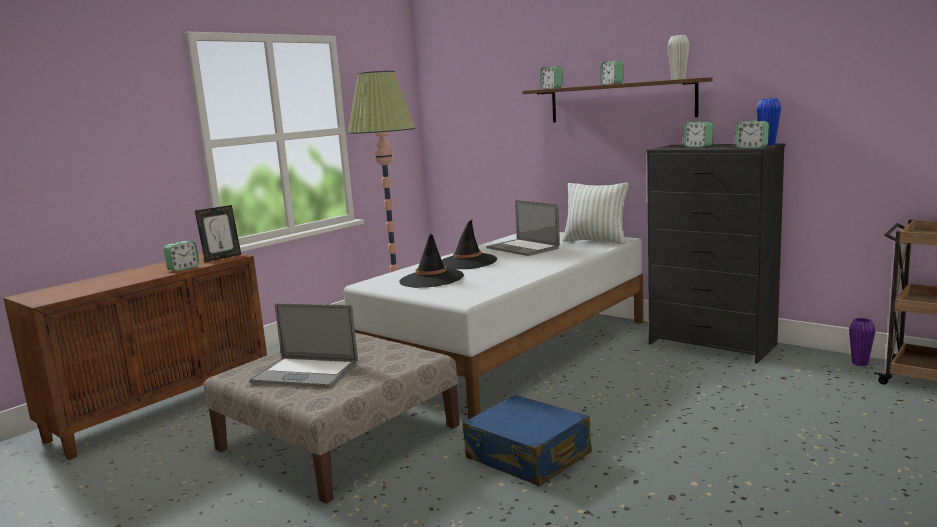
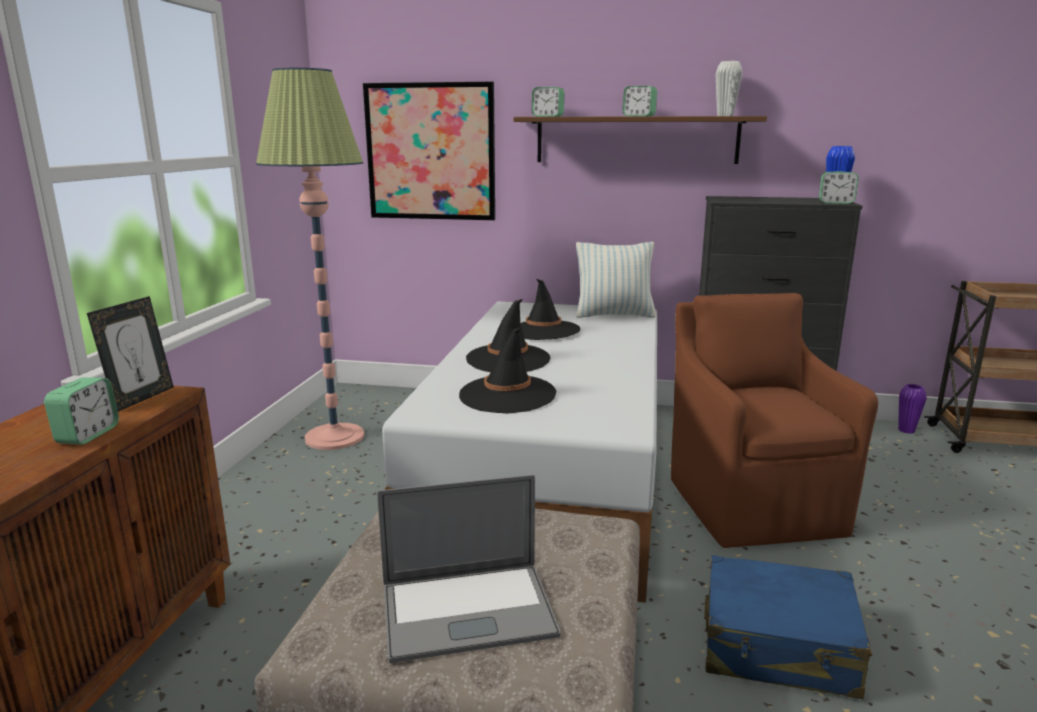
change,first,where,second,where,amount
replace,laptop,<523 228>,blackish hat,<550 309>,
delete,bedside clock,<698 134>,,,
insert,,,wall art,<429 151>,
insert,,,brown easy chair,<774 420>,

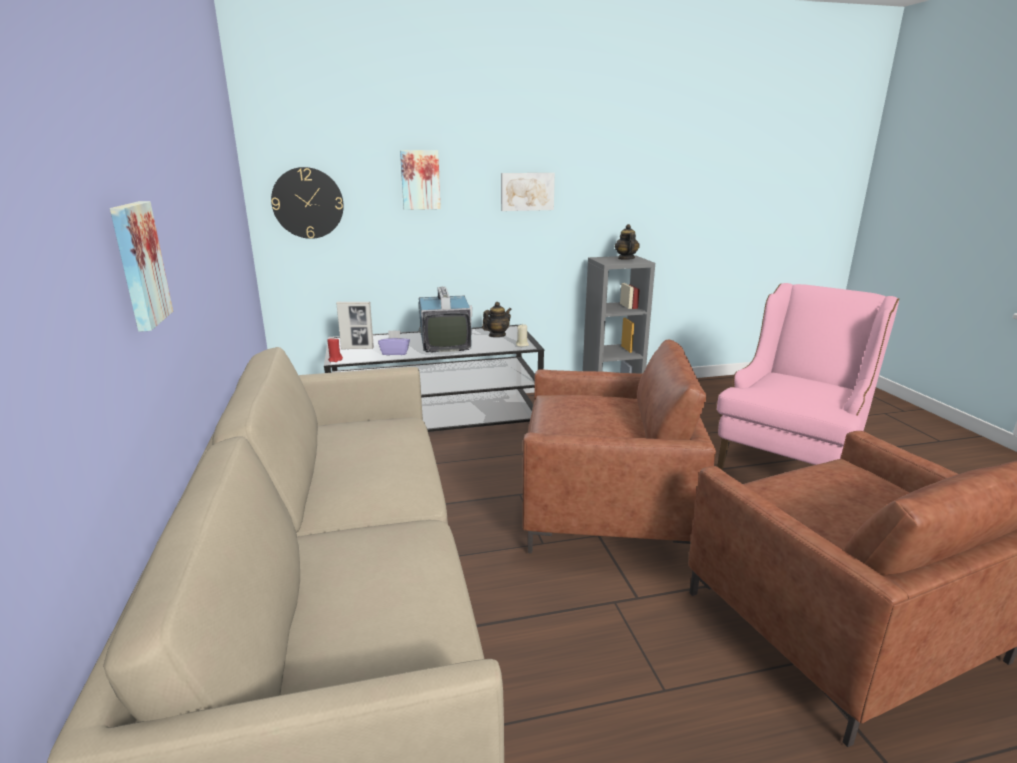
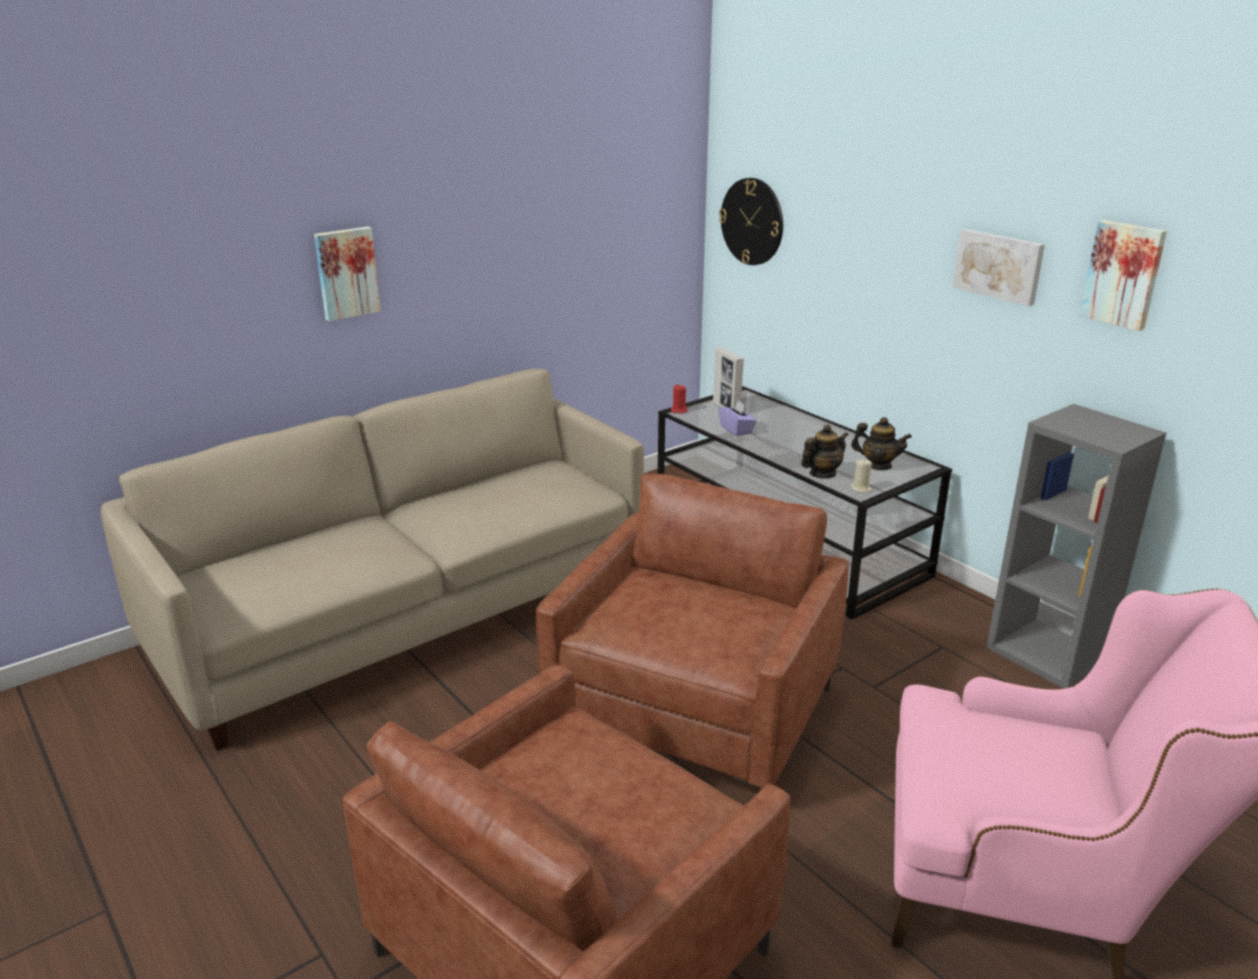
change,first,where,second,where,amount
move,wall art,<420 180>,,<1123 275>,
delete,TV,<445 319>,,,
rotate,brown easy chair,<619 446>,,<692 631>,135 degrees counterclockwise
move,pot for tea,<627 242>,,<825 451>,

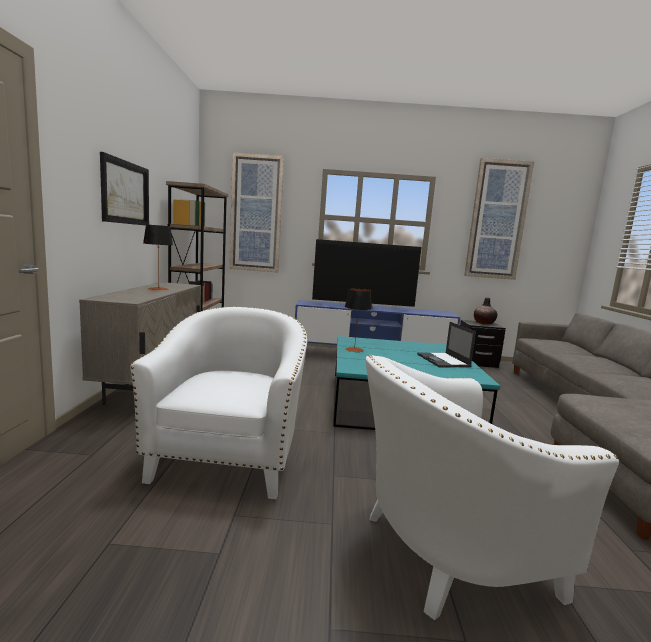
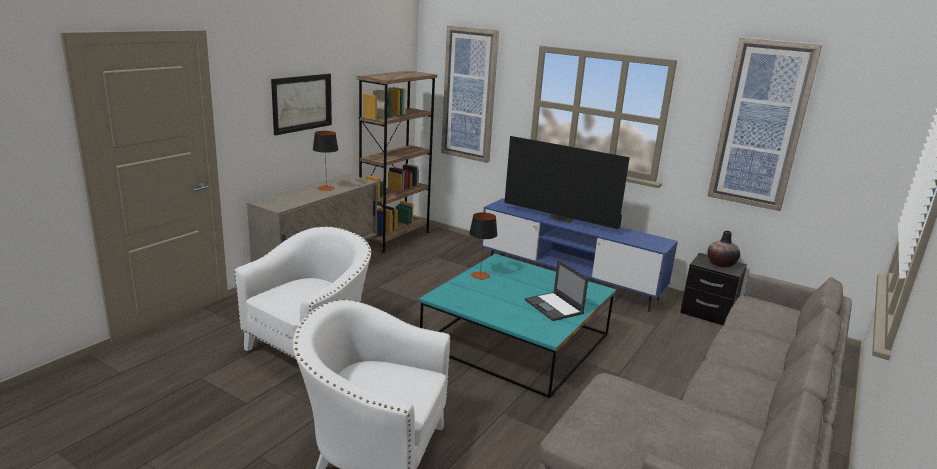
change,first,where,second,where,amount
rotate,laptop,<446 345>,,<556 290>,45 degrees counterclockwise

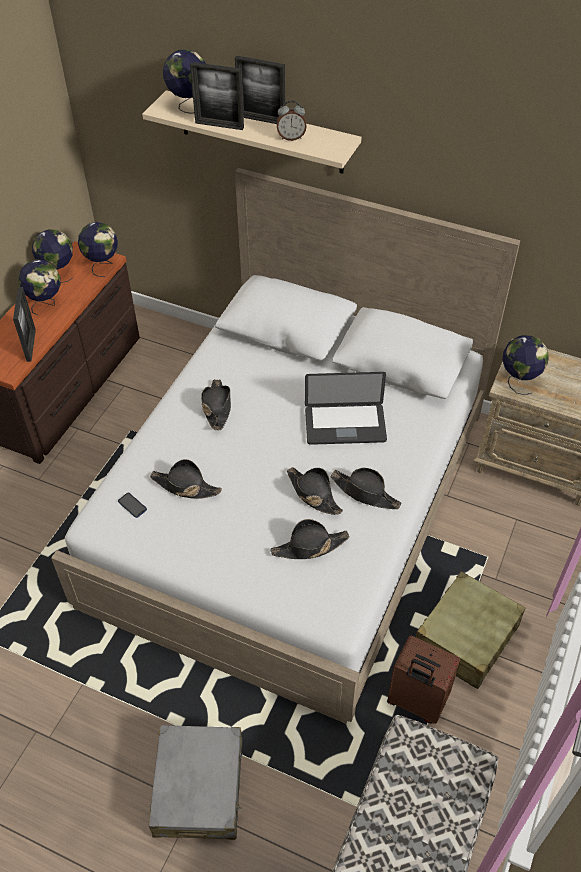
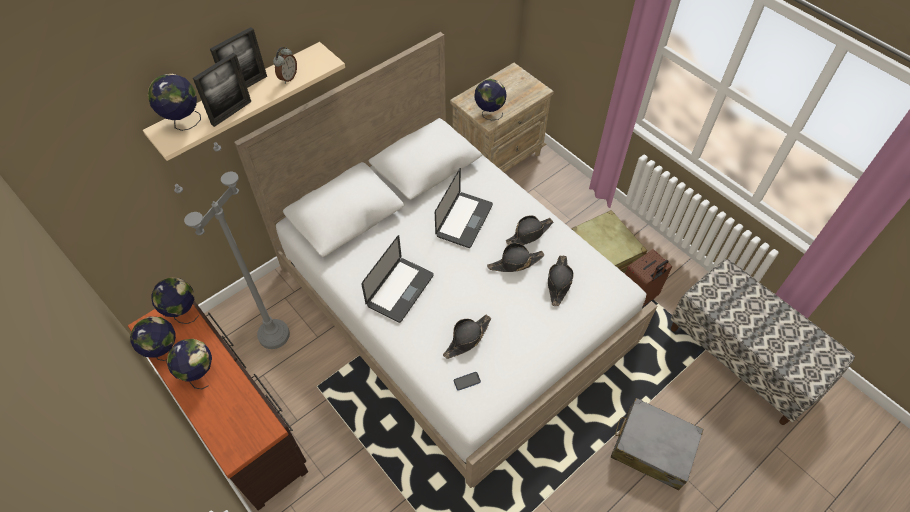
change,first,where,second,where,amount
delete,standing frame,<24 324>,,,
replace,blackish hat,<216 404>,laptop,<397 279>,
insert,,,grey standing lamp,<232 245>,

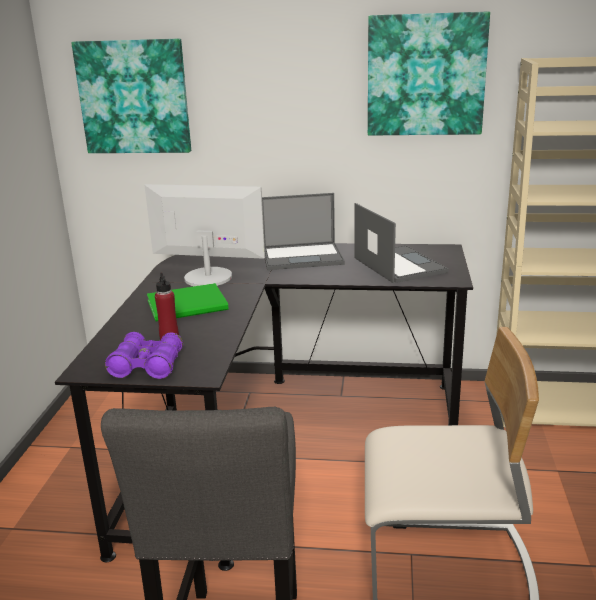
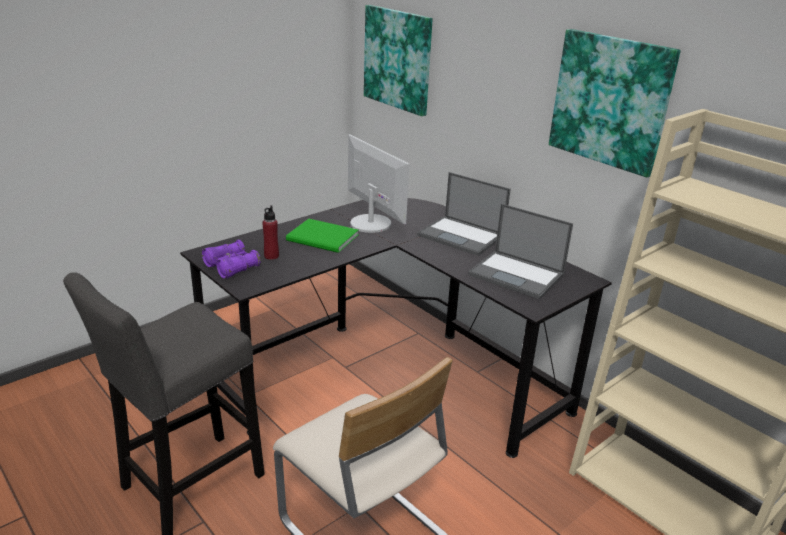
change,first,where,second,where,amount
rotate,laptop,<402 243>,,<520 251>,105 degrees clockwise

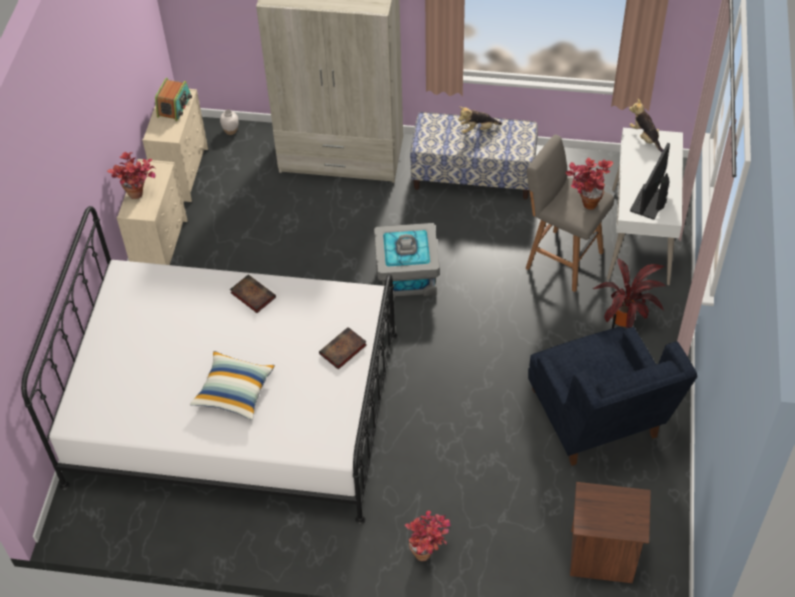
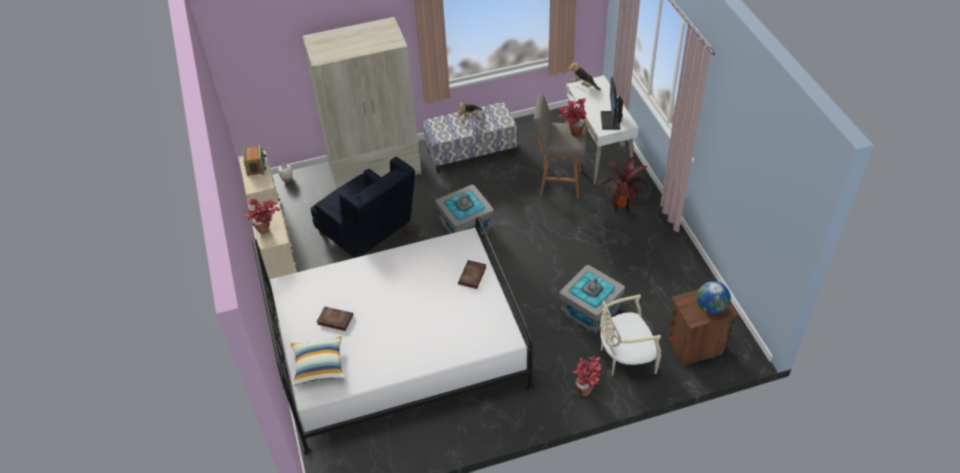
change,first,where,second,where,amount
move,cushion,<232 385>,,<318 361>,
move,book,<253 293>,,<335 319>,
move,bluish easy chair,<612 396>,,<362 207>,
insert,,,grey storage box,<592 300>,
insert,,,beige-coloured upright chair,<630 335>,
insert,,,desk globe,<714 297>,

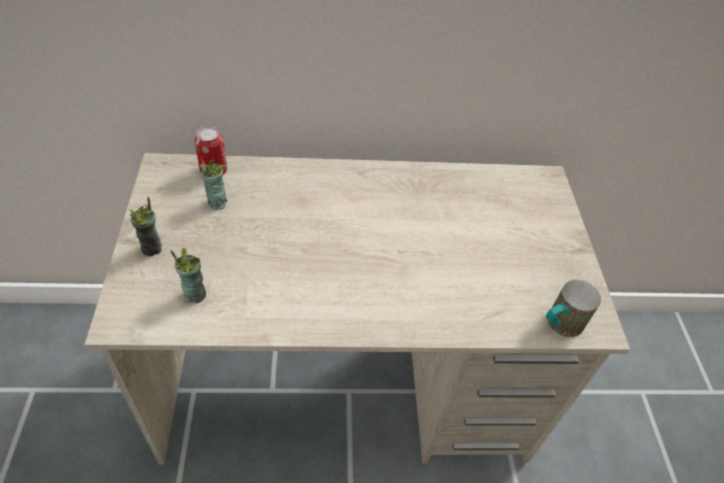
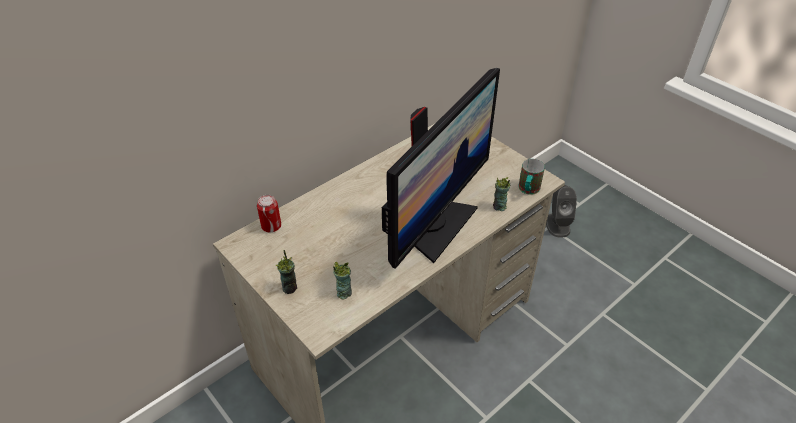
change,first,where,second,where,amount
move,drinking cup,<213 184>,,<501 194>,
insert,,,computer screen,<441 168>,
insert,,,grey speaker,<561 211>,

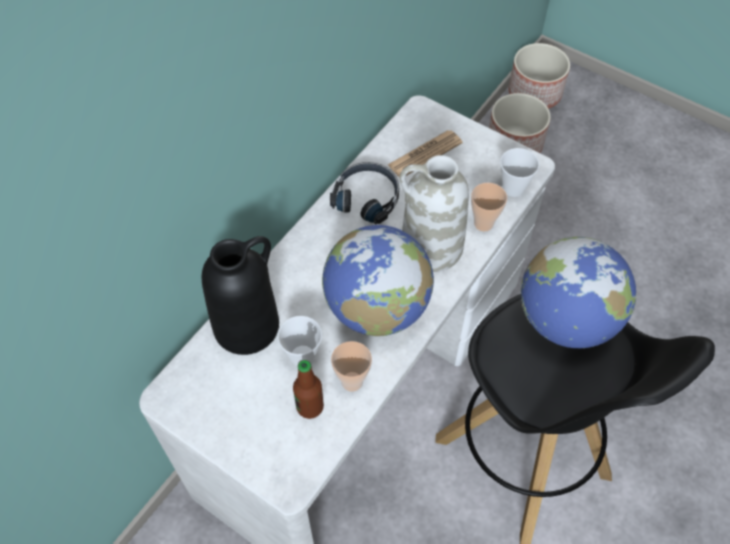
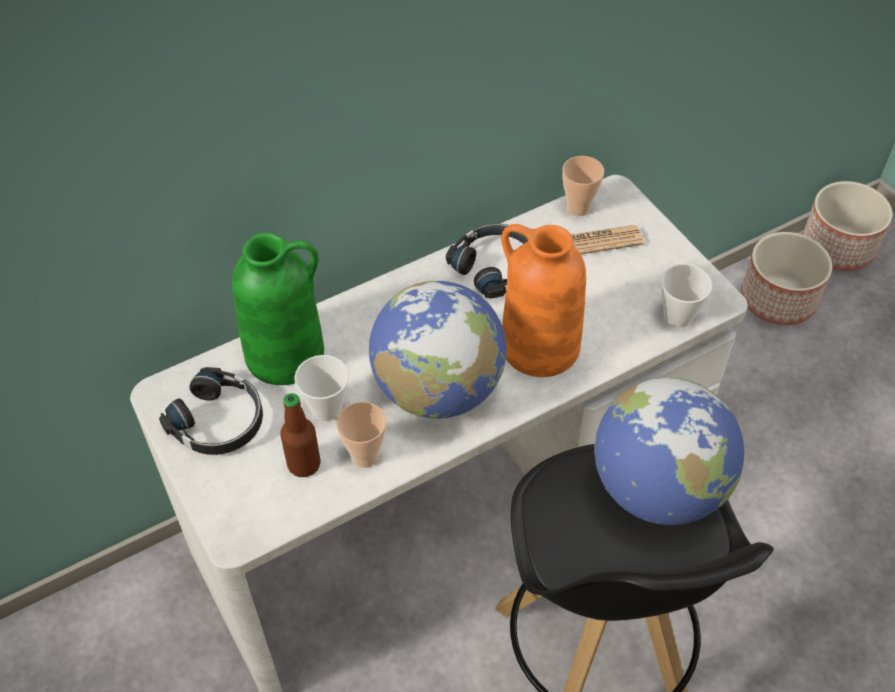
change,first,where,second,where,amount
recolor,blackish decorative vase,<240 295>,green-coloured decorative vase,<278 309>,
recolor,white-coloured decorative vase,<434 213>,orange-coloured decorative vase,<543 300>,
move,drinking cup,<489 207>,,<583 186>,
insert,,,blackish headphones,<211 411>,

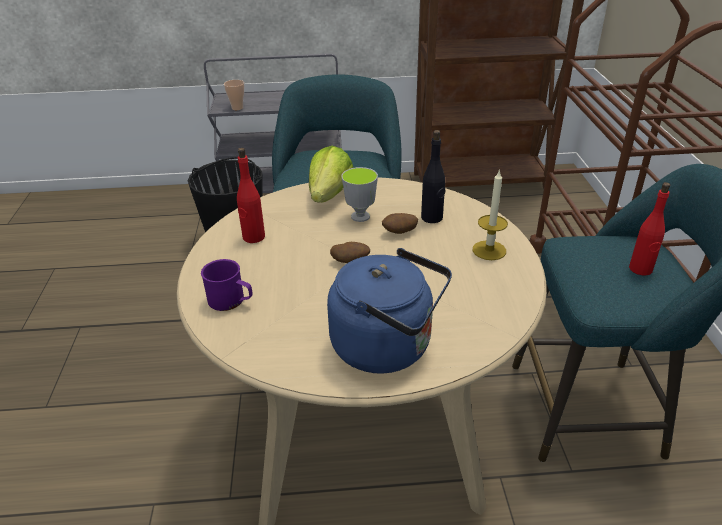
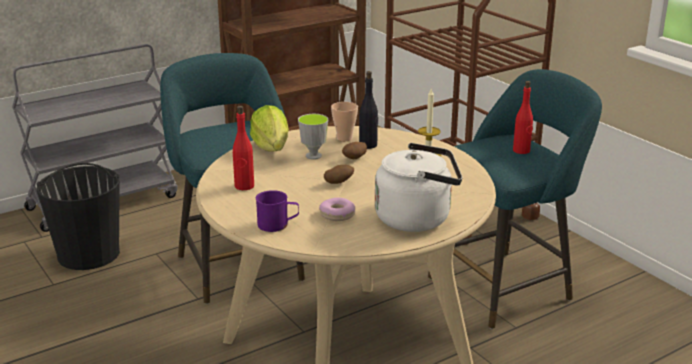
change,first,where,second,where,amount
move,drinking cup,<234 95>,,<344 121>,
recolor,bluish kettle,<389 311>,white-coloured kettle,<418 187>,
insert,,,donut,<337 209>,

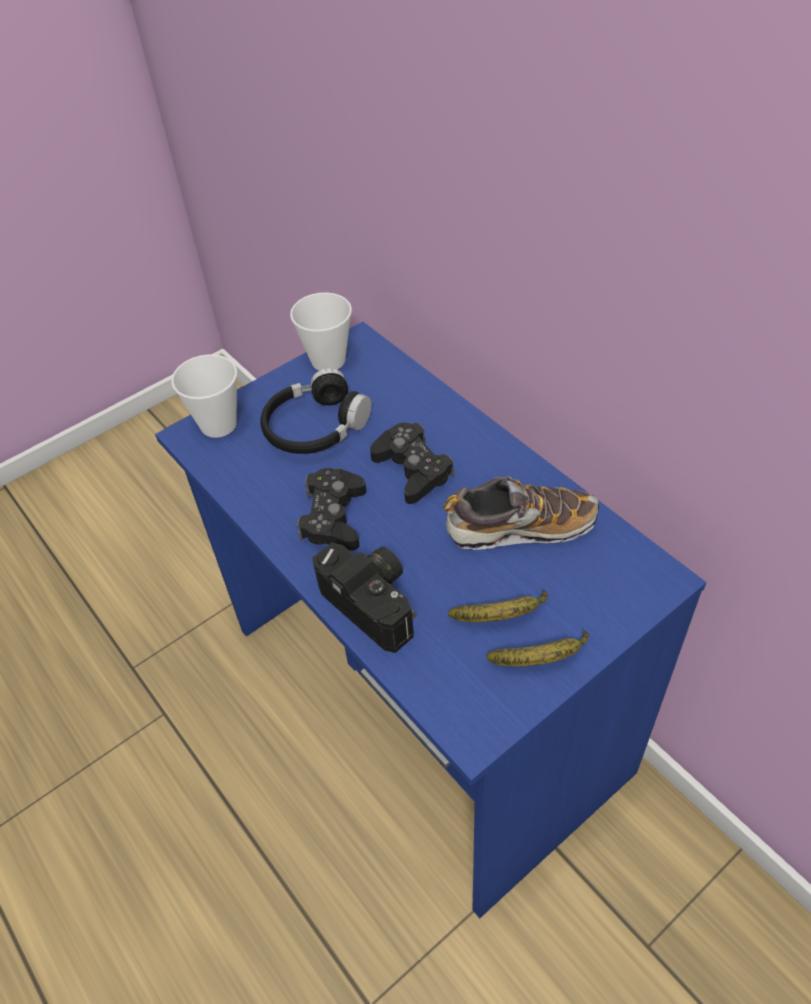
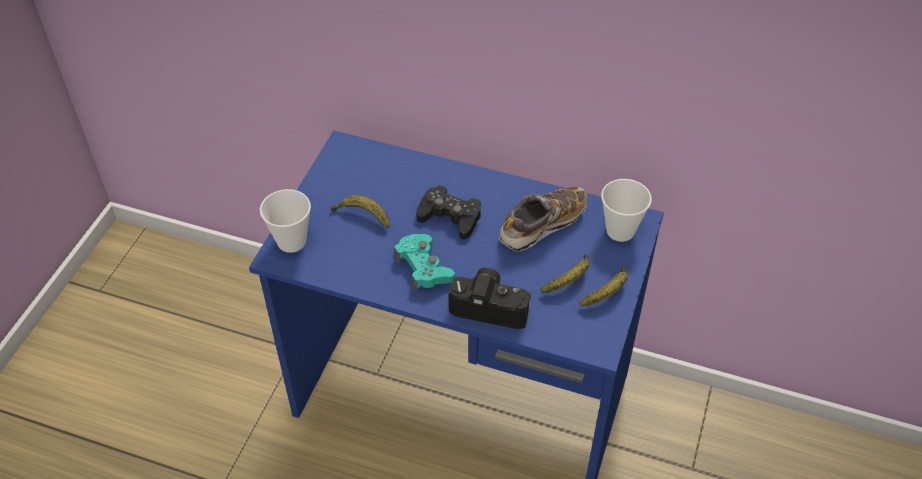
change,first,where,second,where,amount
replace,blackish headphones,<315 411>,banana,<360 212>,
move,drinking cup,<321 331>,,<626 210>,
recolor,blackish joypad,<331 509>,turquoise-coloured joypad,<424 263>,

